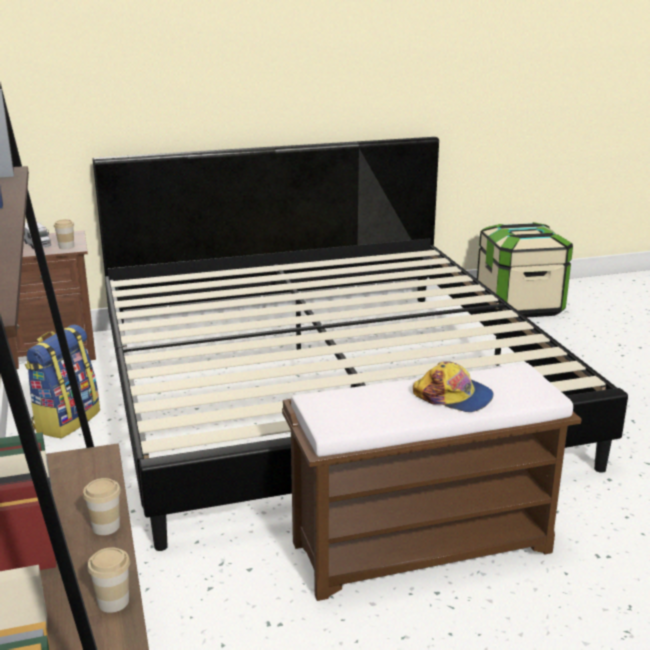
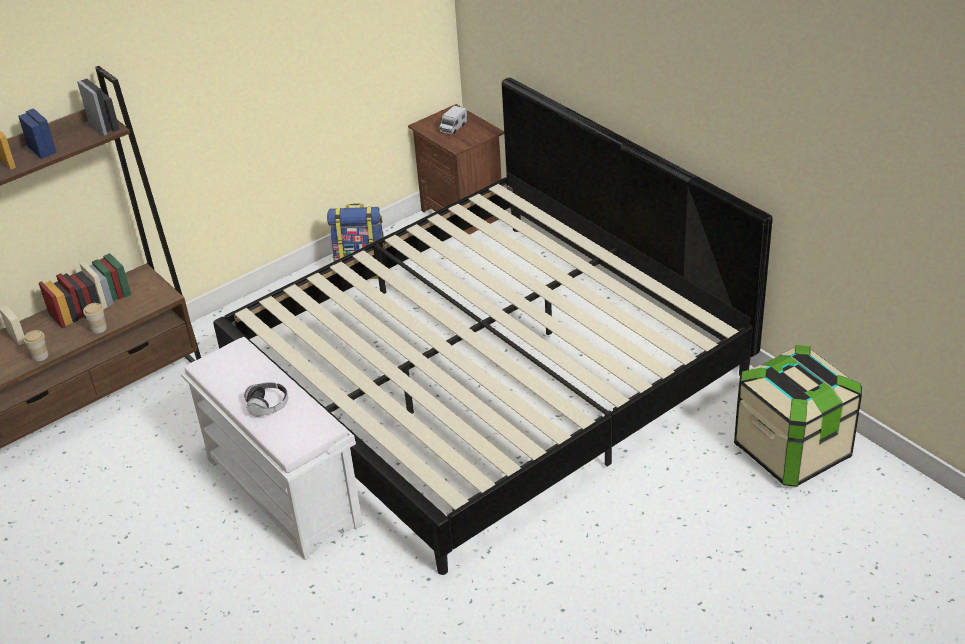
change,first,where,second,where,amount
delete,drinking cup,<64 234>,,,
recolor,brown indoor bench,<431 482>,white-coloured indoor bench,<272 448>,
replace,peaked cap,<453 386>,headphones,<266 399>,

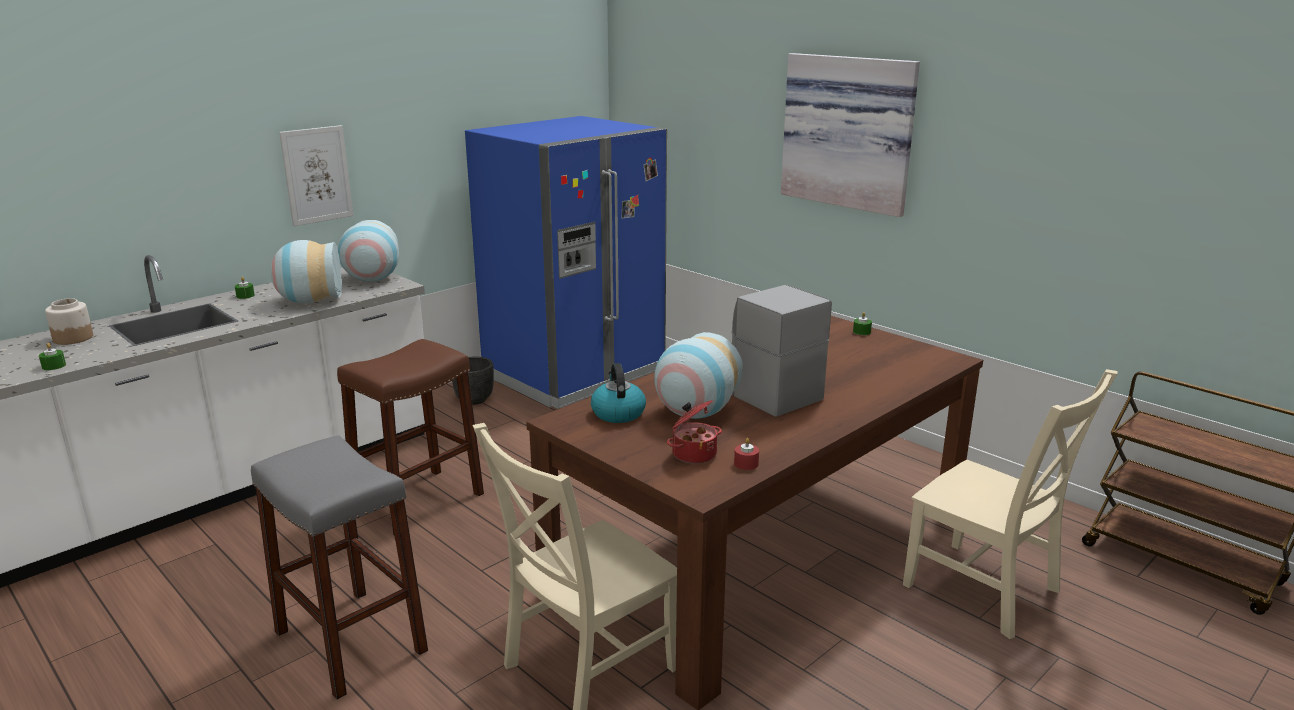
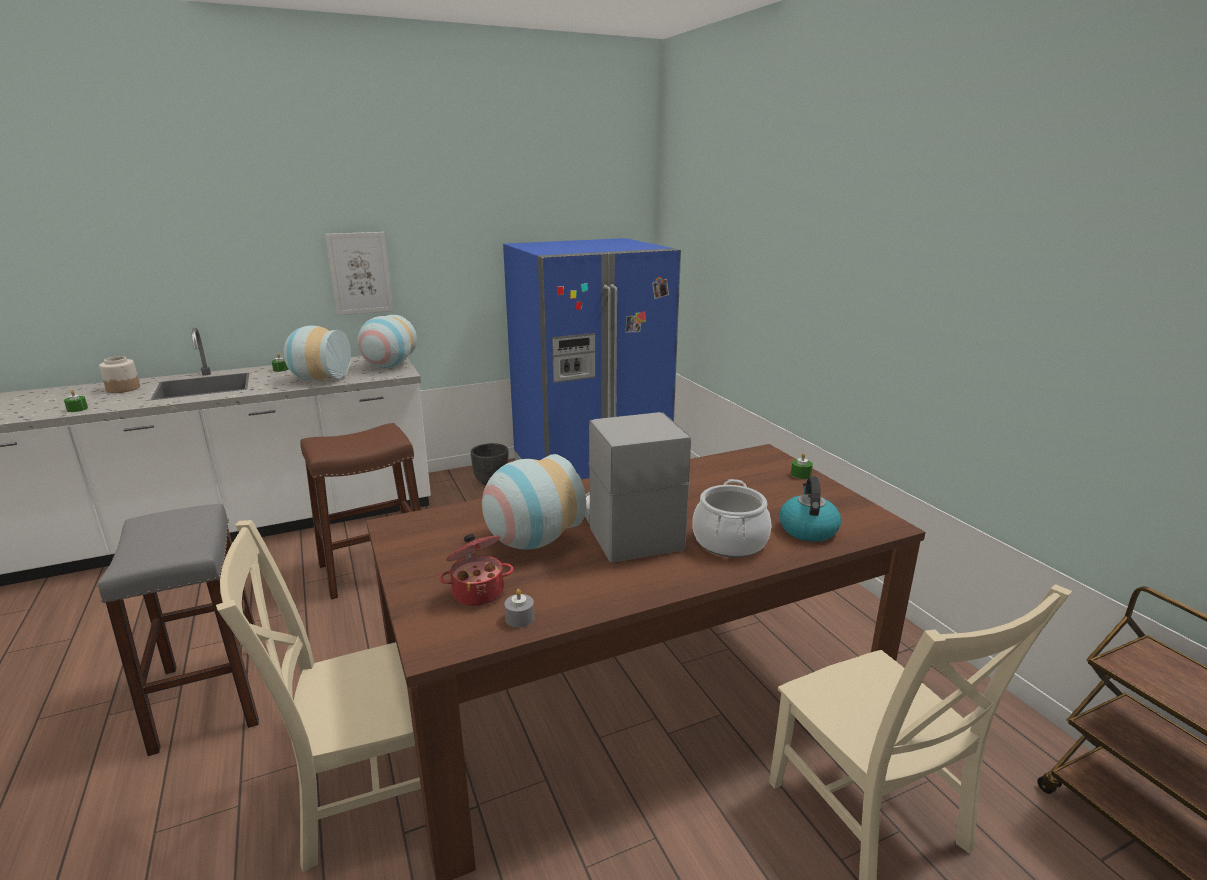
change,first,where,second,where,amount
move,kettle,<618 393>,,<810 509>,
recolor,red-coloured wax candle,<746 454>,grey wax candle,<519 608>,
delete,wall art,<850 135>,,,
insert,,,saucepot,<732 518>,

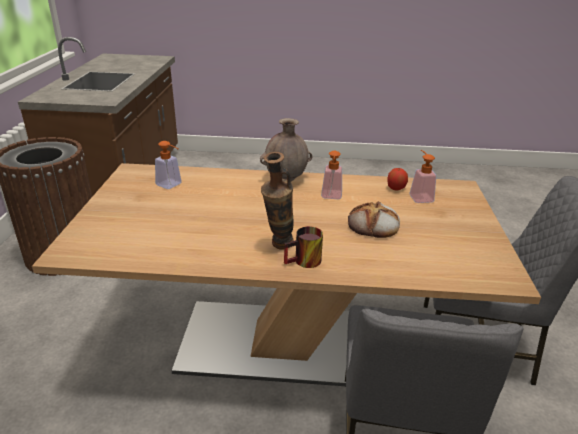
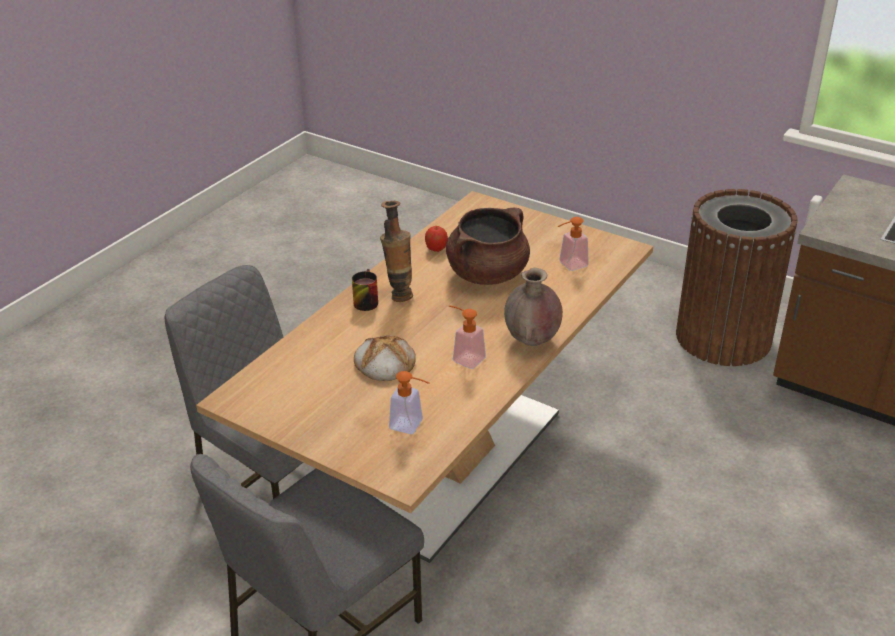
change,first,where,second,where,amount
move,whole apple,<397 179>,,<436 239>,
insert,,,brown saucepot,<488 246>,

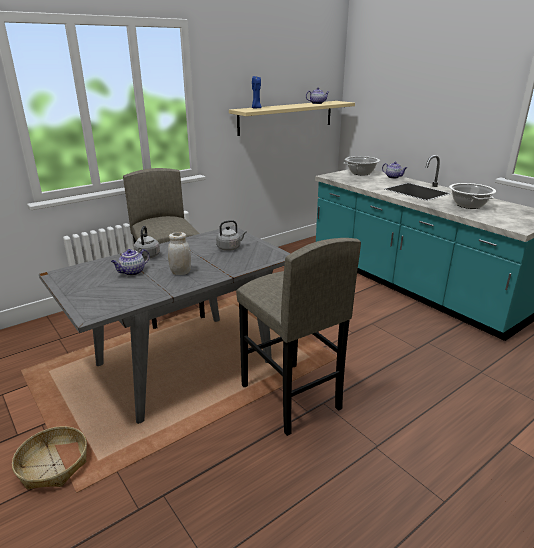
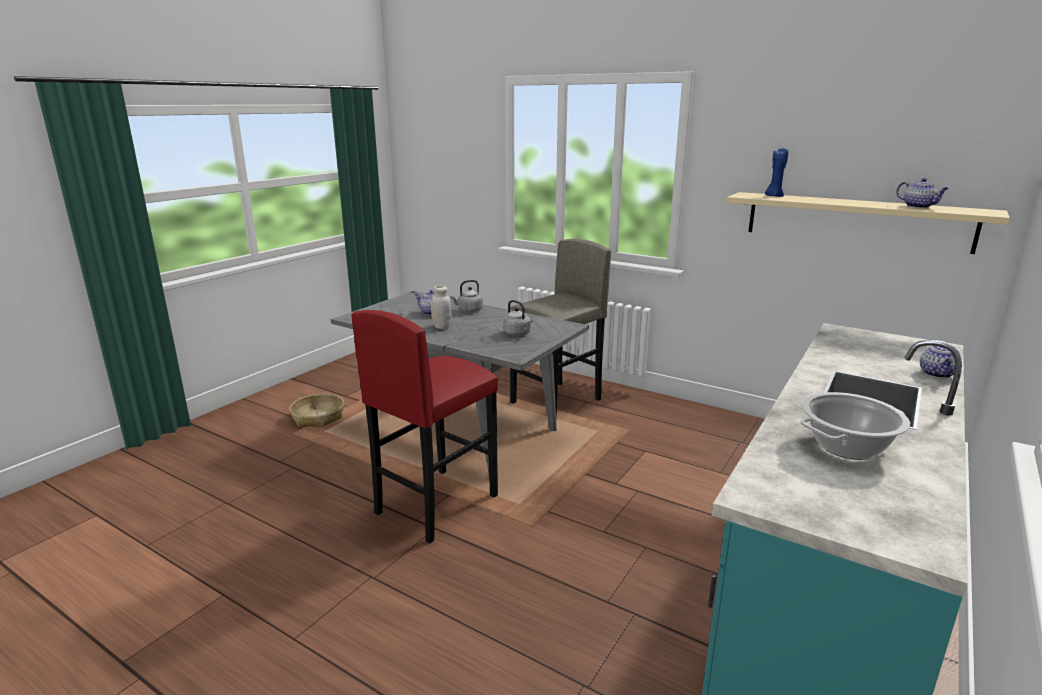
change,first,where,second,where,amount
recolor,grey sitting stool,<298 337>,red-coloured sitting stool,<424 426>,
delete,saucepot,<362 165>,,,

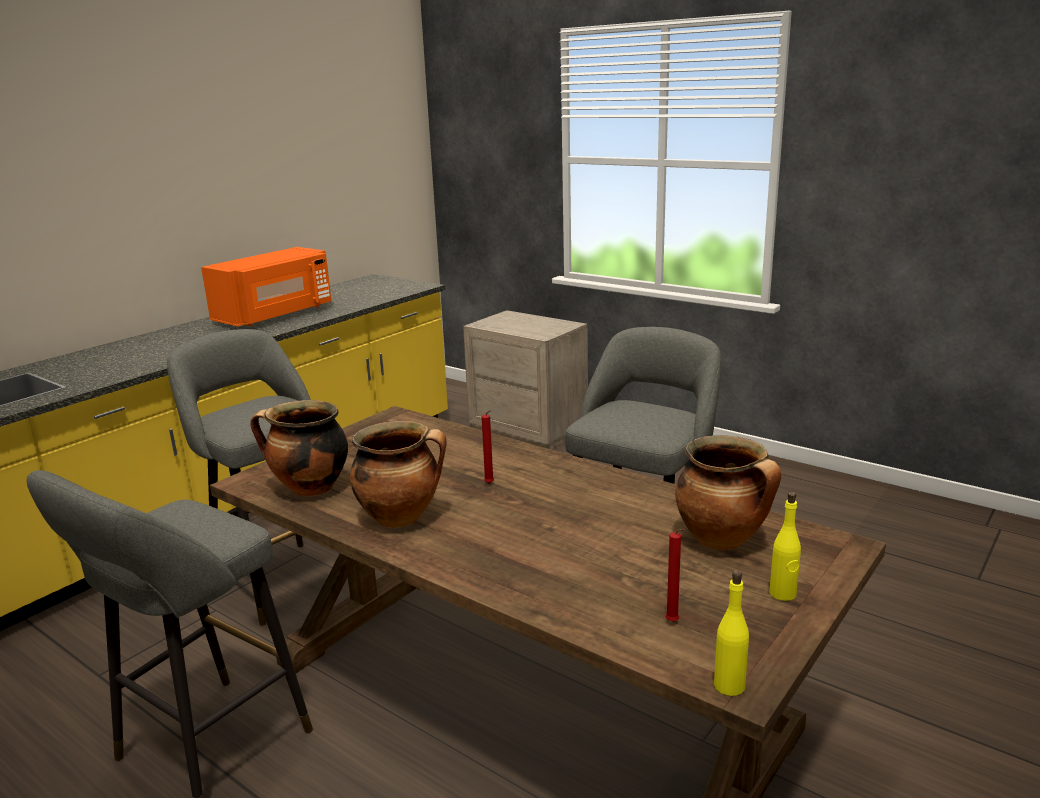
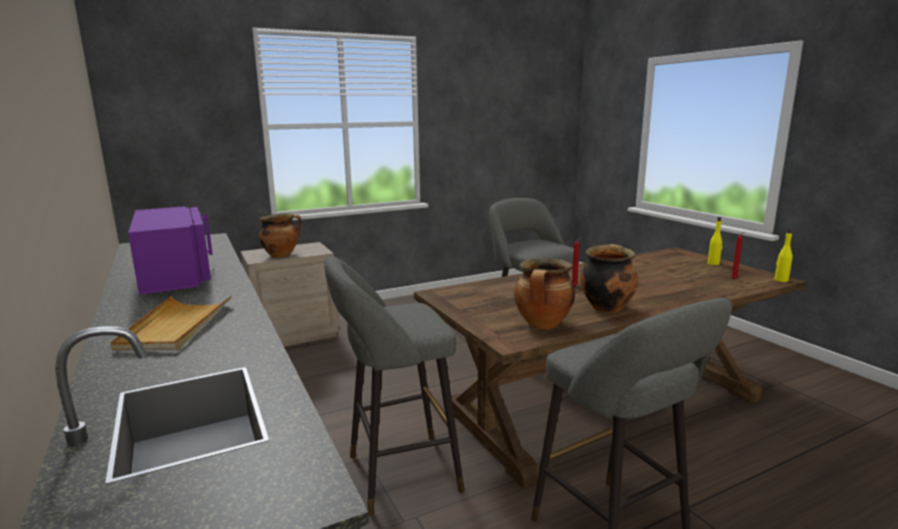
change,first,where,second,where,amount
recolor,orange-coloured microwave oven,<266 286>,purple microwave oven,<170 250>,
move,saucepot,<728 492>,,<280 236>,
insert,,,beige-coloured tray,<171 323>,

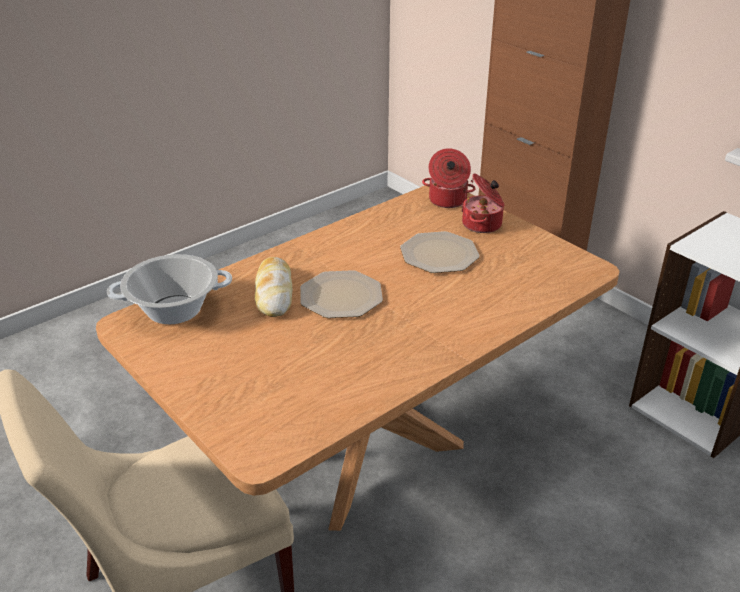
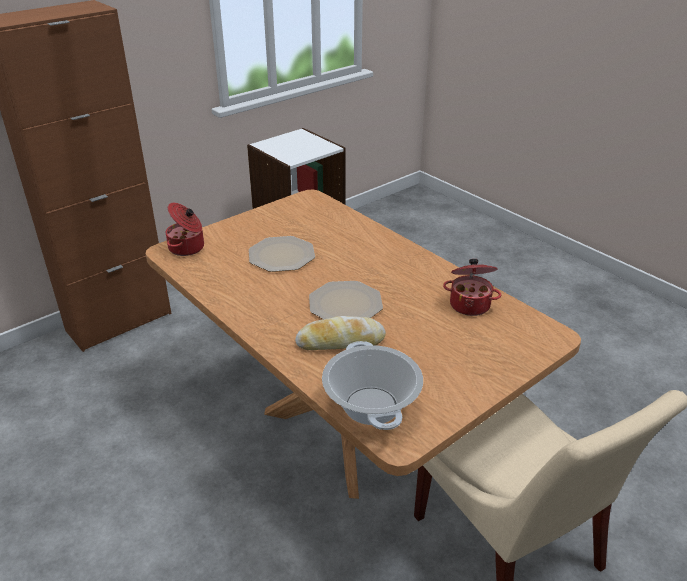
change,first,where,second,where,amount
move,saucepot,<482 203>,,<472 287>,

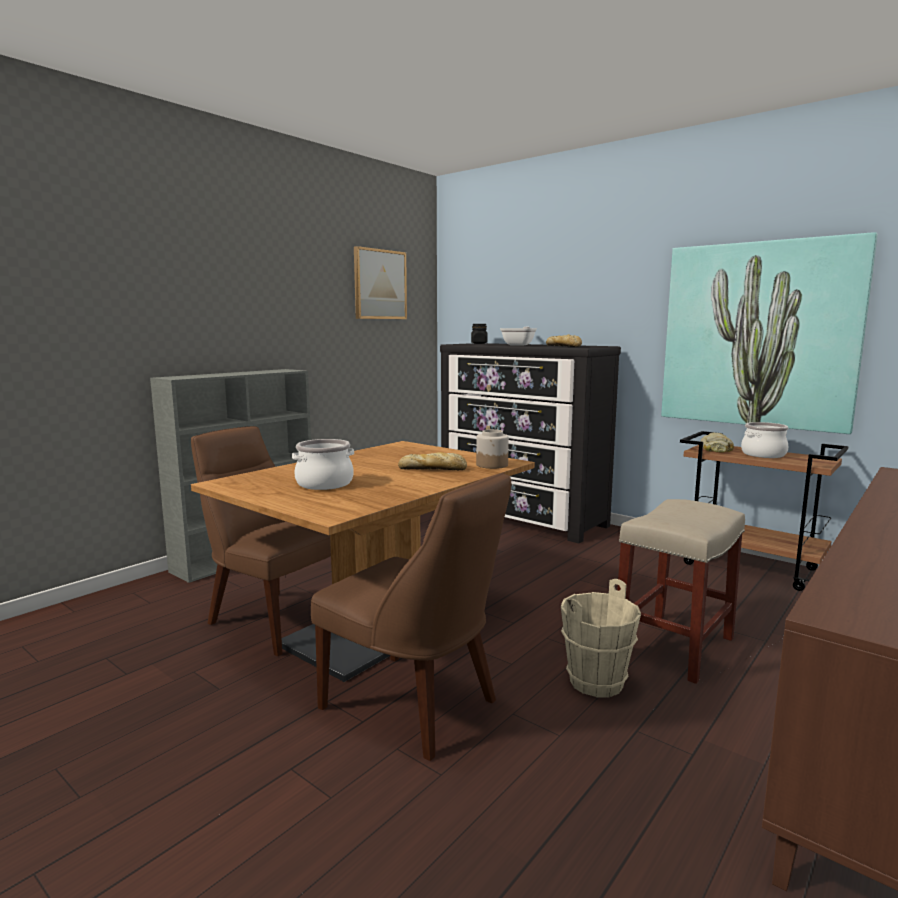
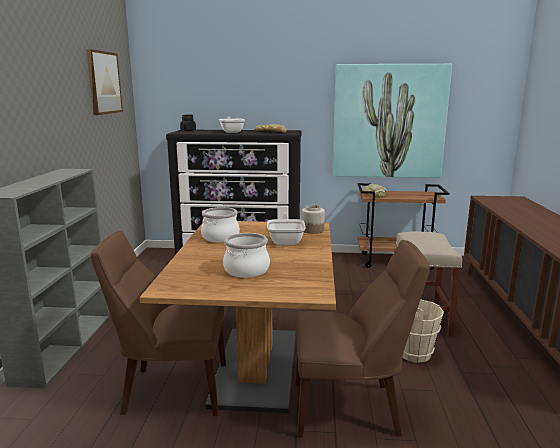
change,first,where,second,where,amount
replace,bakery bread,<432 461>,frying pan,<286 228>,
move,saucepot,<765 440>,,<220 224>,

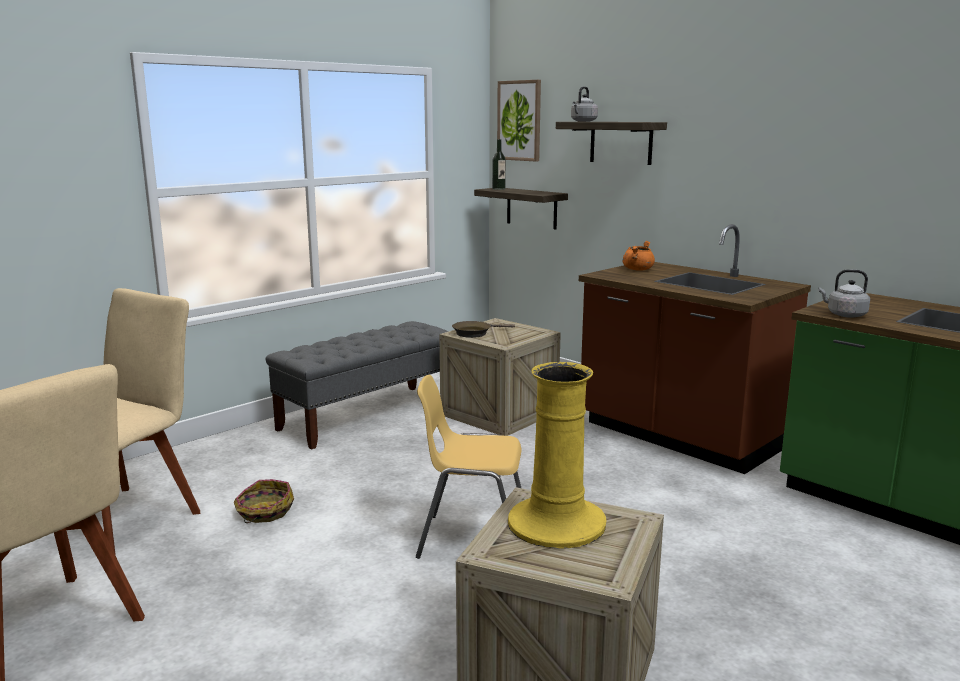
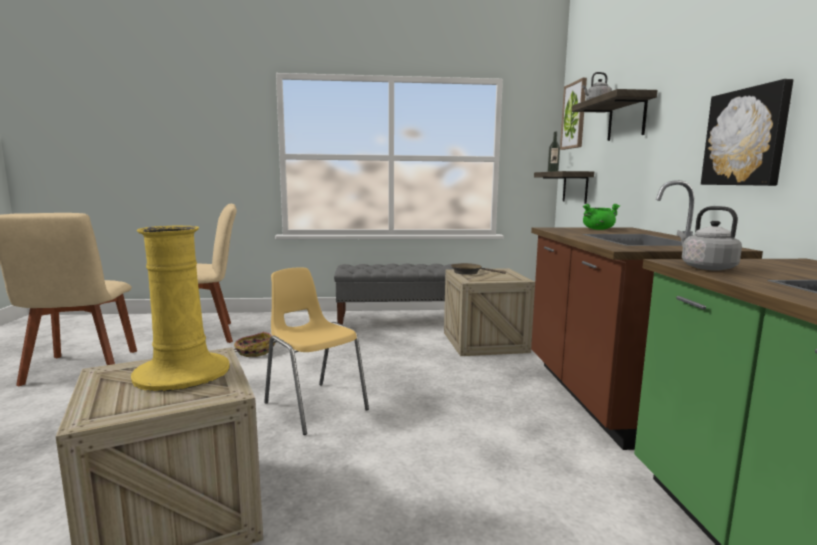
change,first,where,second,where,amount
recolor,orange-coloured saucepot,<639 256>,green-coloured saucepot,<601 217>,
insert,,,wall art,<747 132>,

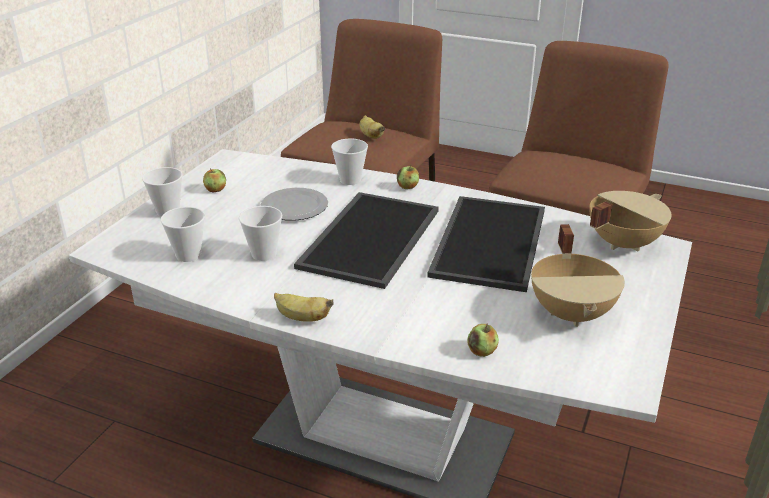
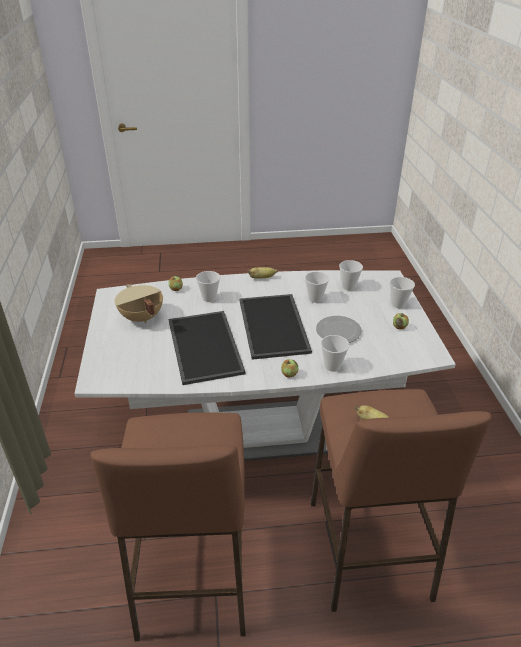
change,first,where,second,where,amount
delete,beige-coloured saucepot,<630 221>,,,
insert,,,drinking cup,<208 286>,

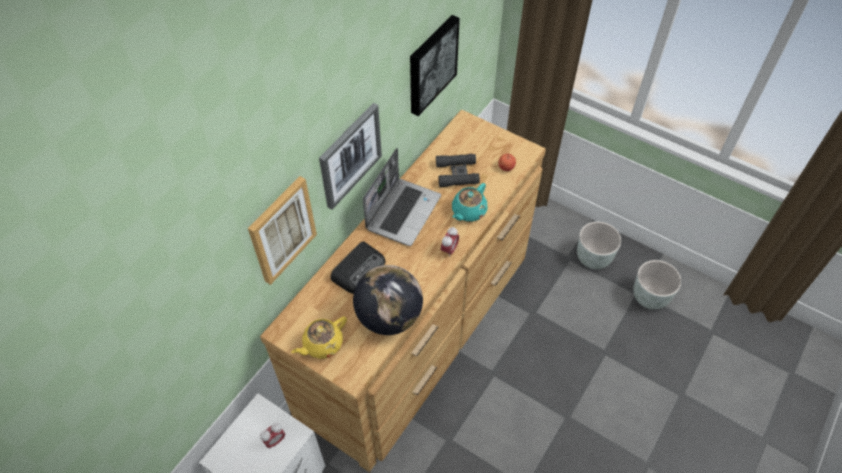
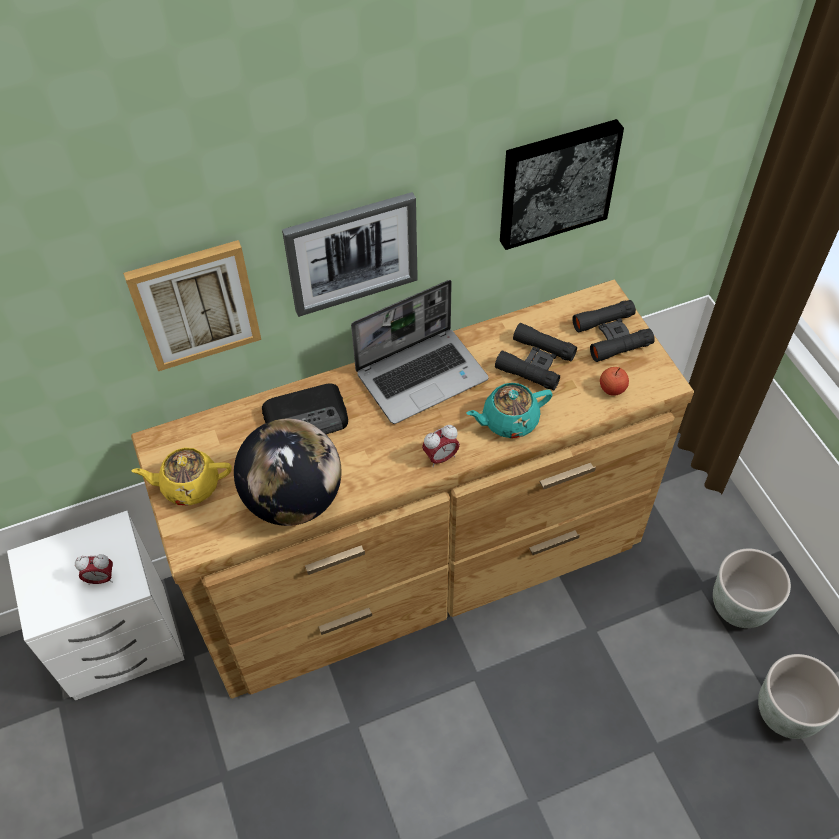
change,first,where,second,where,amount
insert,,,blackish binoculars,<613 331>,

